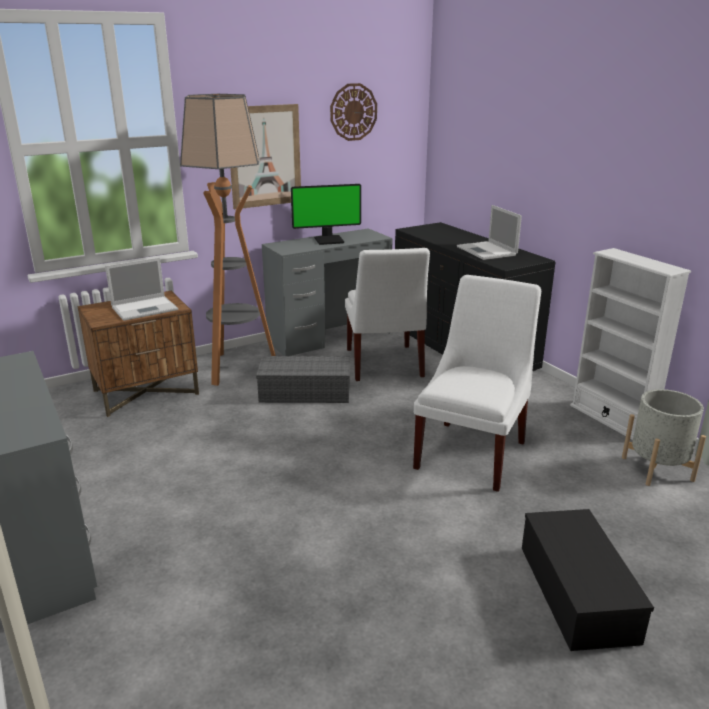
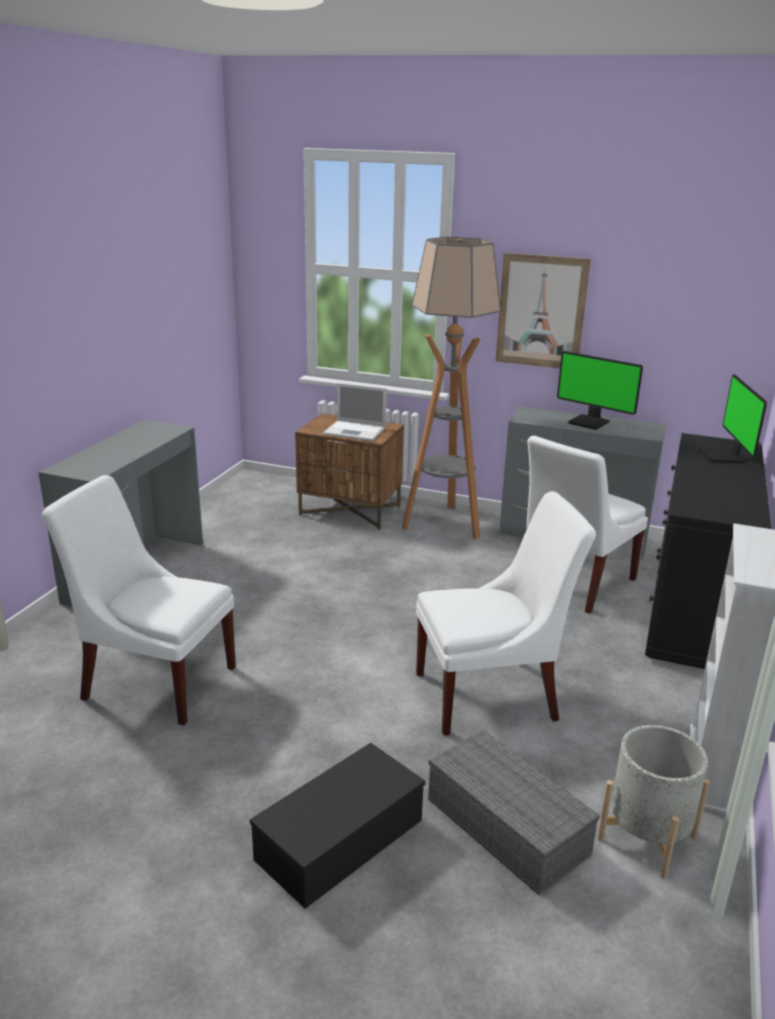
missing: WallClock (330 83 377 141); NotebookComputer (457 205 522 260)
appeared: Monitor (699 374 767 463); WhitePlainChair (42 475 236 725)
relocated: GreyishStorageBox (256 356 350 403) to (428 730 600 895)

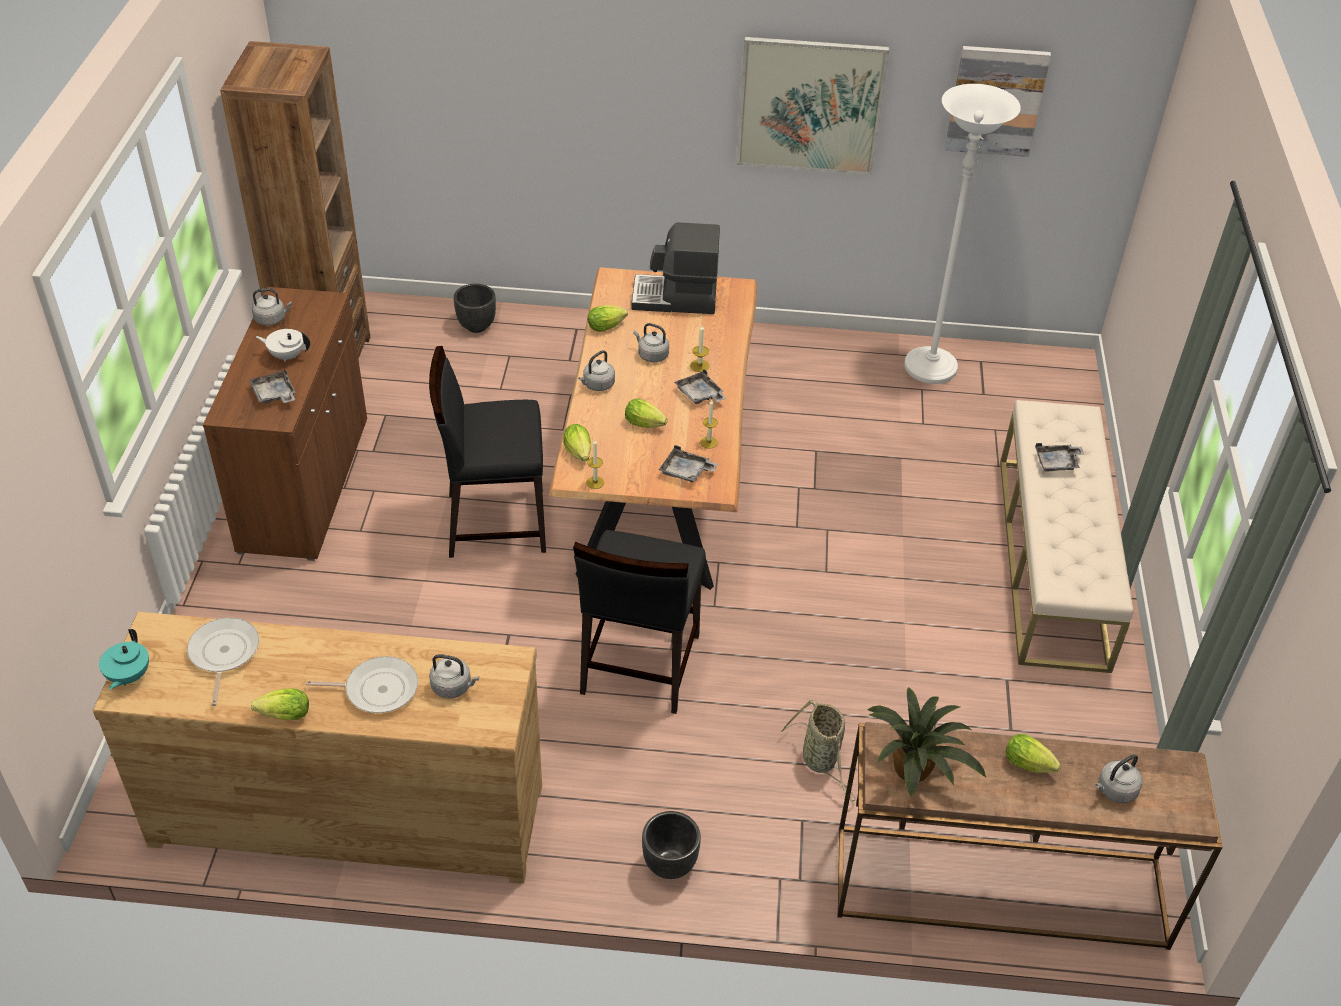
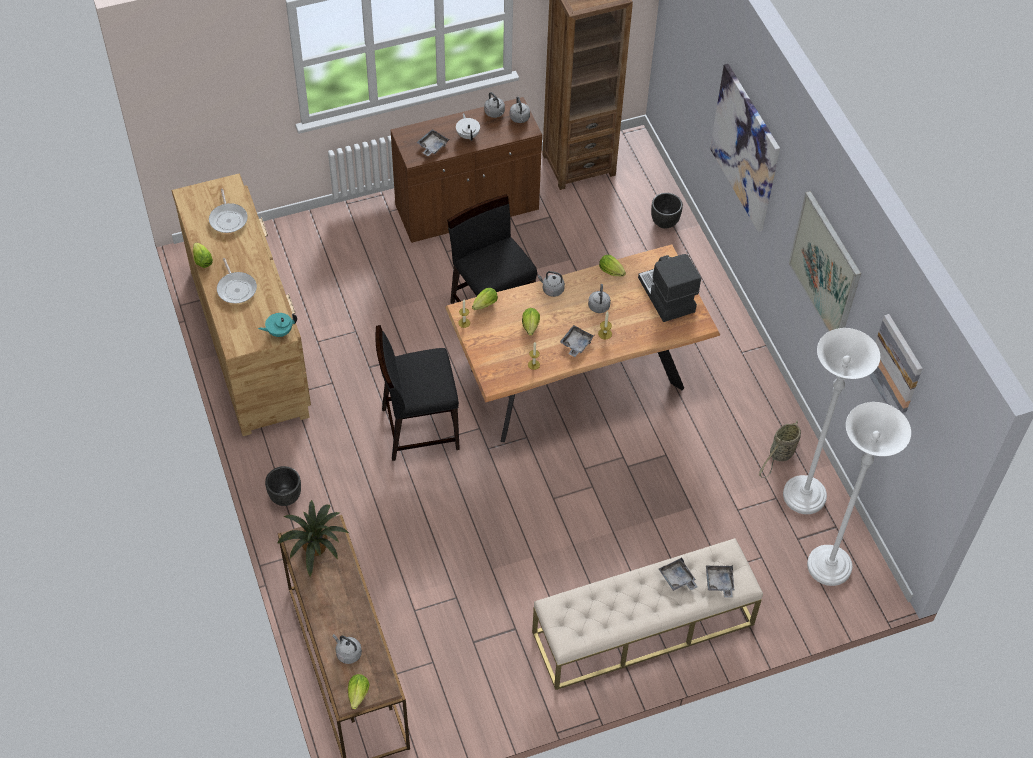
appeared: WallArt (710 64 780 232); WhiteStandardLamp (807 402 911 586)
relocated: GreyishTray (659 445 718 482) to (706 565 735 598); BlueGreenTeapot (99 629 149 690) to (258 313 297 337); GreyishWaterKettle (429 654 479 699) to (510 97 530 123); HouseholdBasket (780 700 856 802) to (759 420 801 478); Lettuce (1006 734 1061 773) to (348 674 370 709)
spun: FryingPan (187 617 259 706) = (209 189 248 233) 105 degrees clockwise

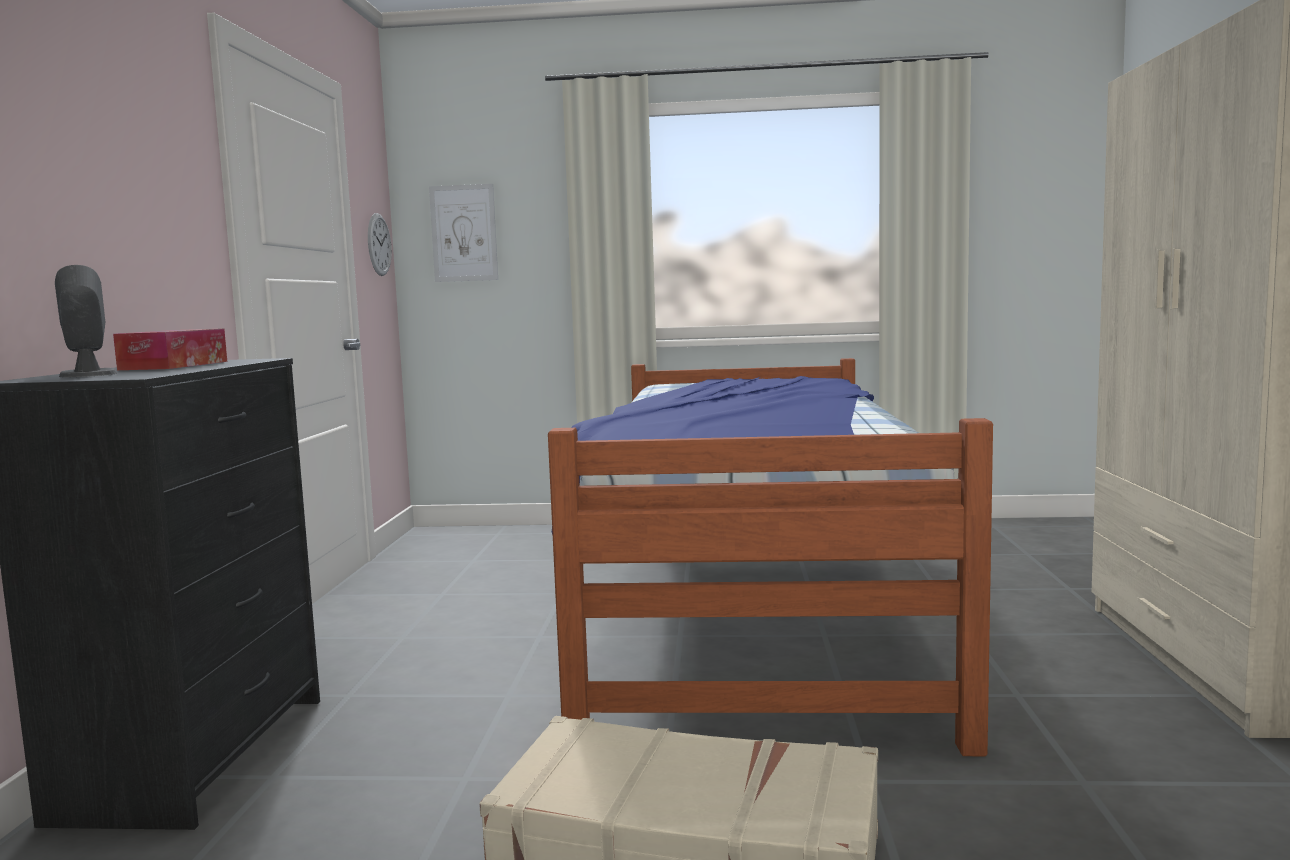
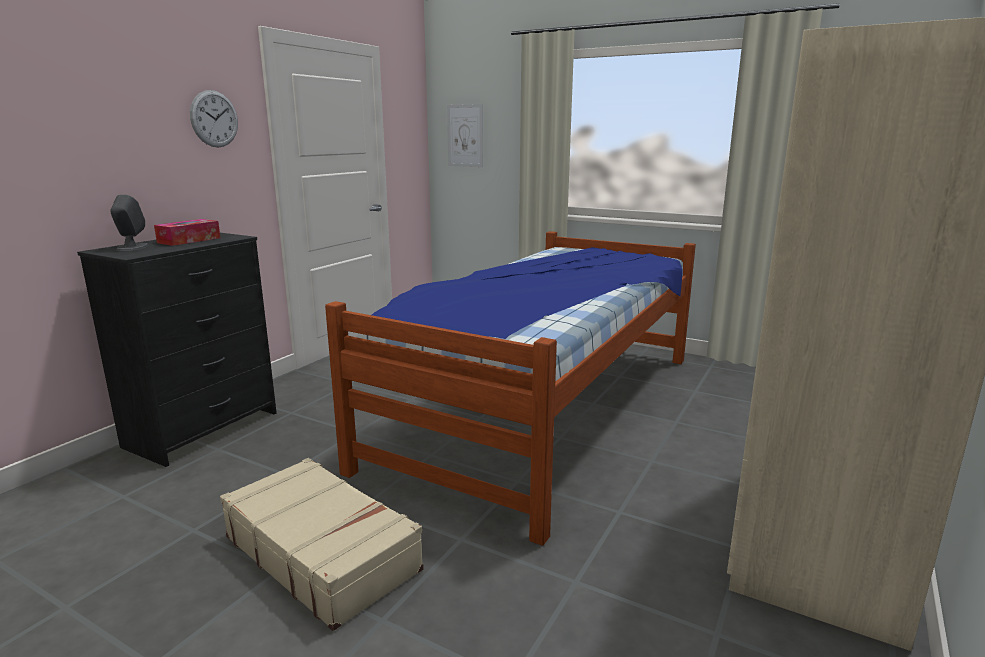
relocated: WallClock (368 213 392 276) to (190 90 238 148)

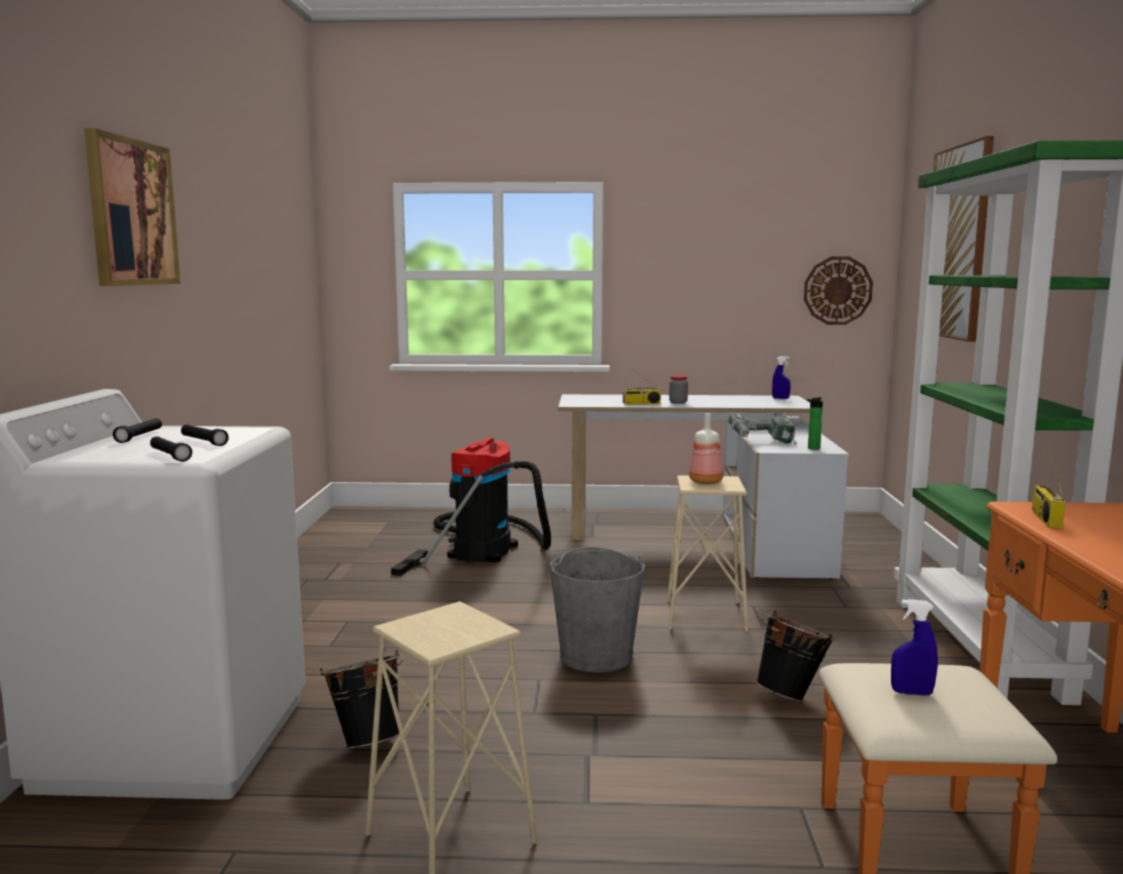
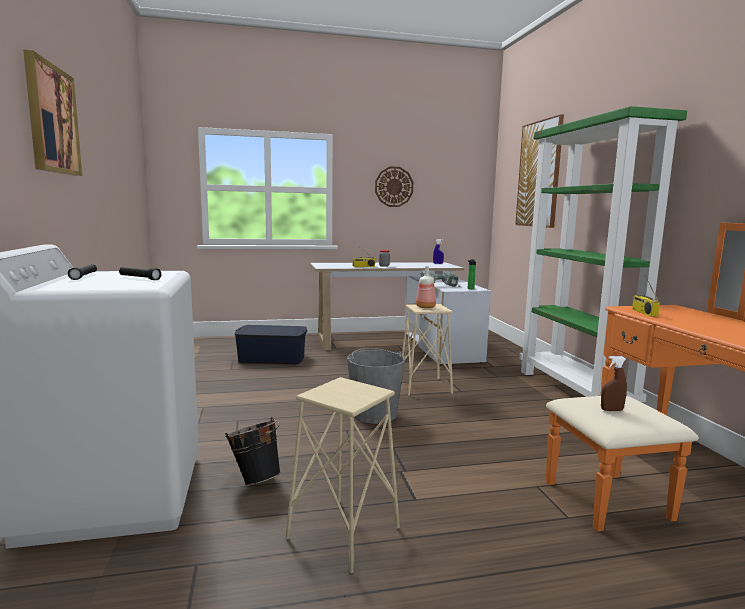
missing: BlackColouredFlashlight (150 436 192 462); BlackColouredPail (756 610 835 701)
relocated: WallClock (804 257 873 325) to (375 167 413 207)
exchanged: VacuumCleaner (391 438 551 576) to BluishStorageBox (235 325 307 364)
colour: BluishSprayBottle (891 599 938 696) to BrownColouredSprayBottle (601 356 627 411)

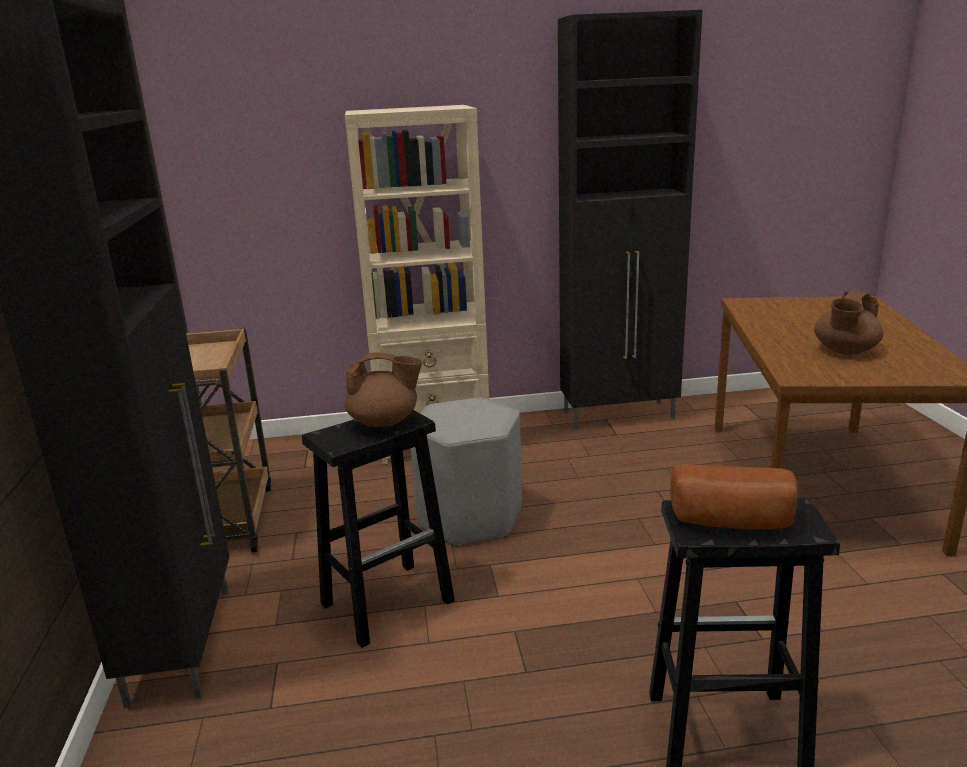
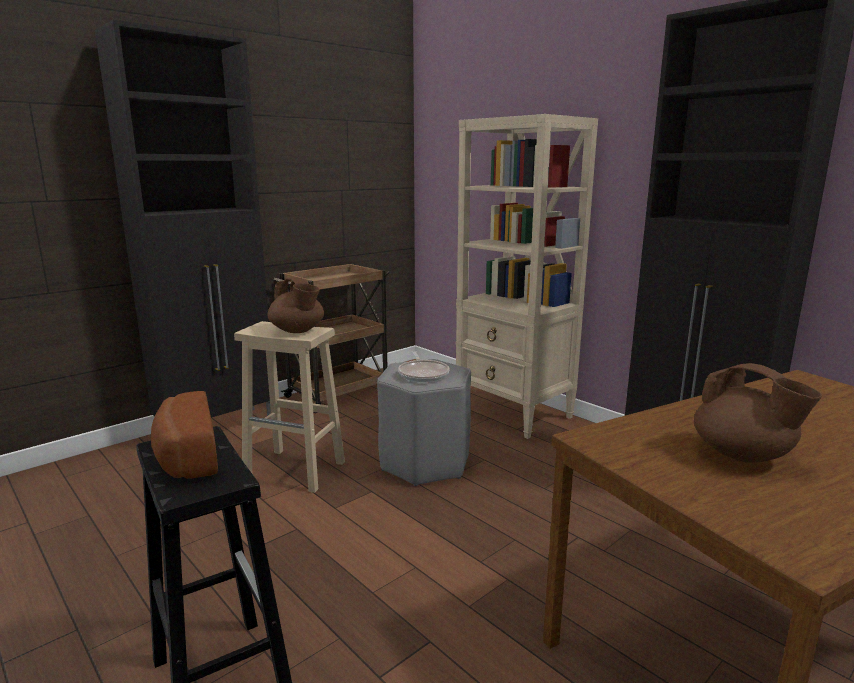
appeared: FryingPan (398 351 450 382)
colour: BlackColouredStoolSeat (302 410 455 648) to SandColouredStoolSeat (234 321 345 493)
spun: BrownColouredTeapot (814 291 883 355) = (694 363 822 463) 135 degrees counterclockwise

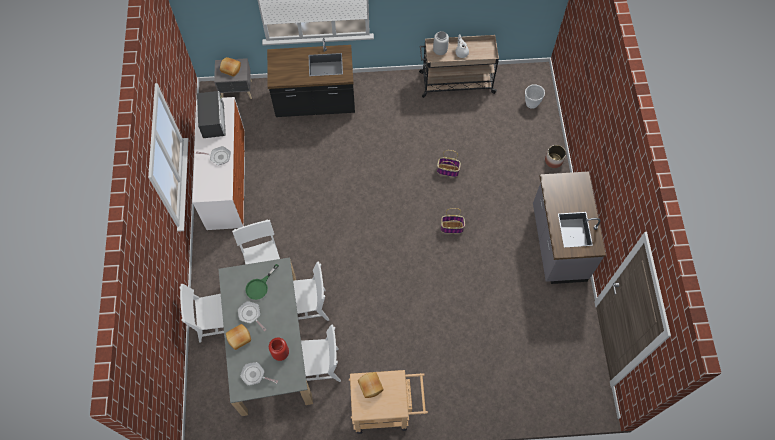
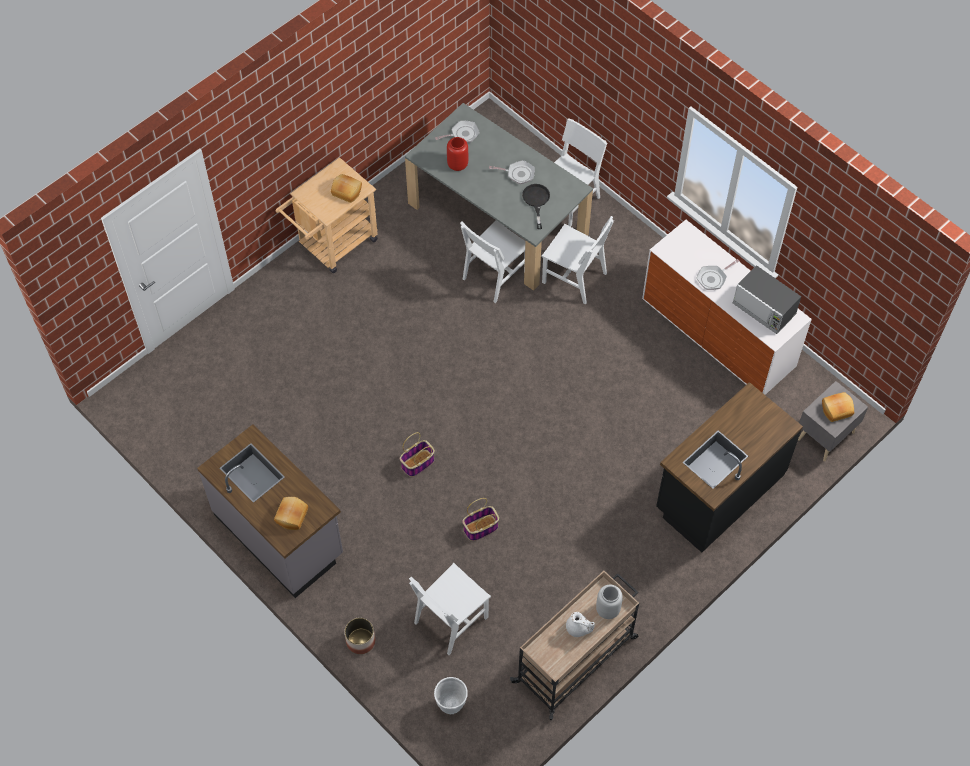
relocated: BakedBread (226 324 251 350) to (274 497 308 530); WhitePlainChair (301 325 341 382) to (409 563 491 655)
colour: GreenishFryingPan (245 264 279 300) to BlackColouredFryingPan (522 184 550 229)

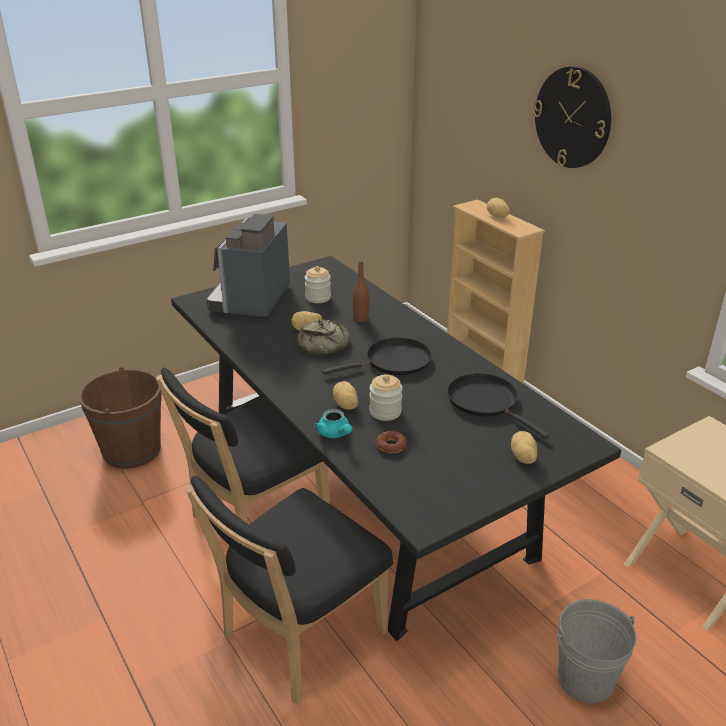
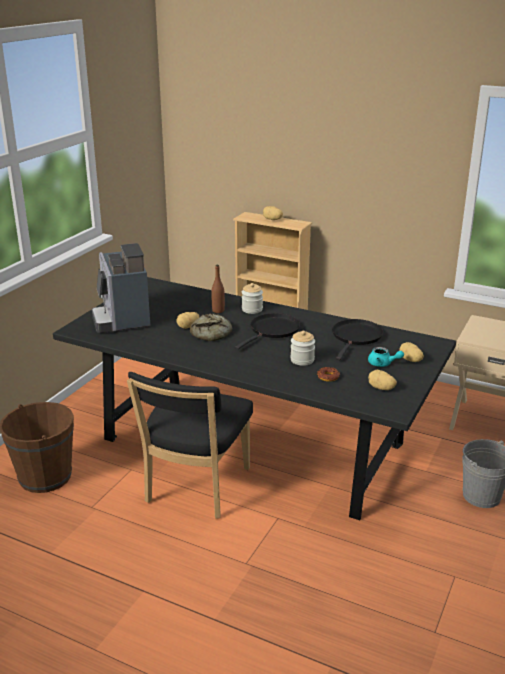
missing: WallClock (533 66 611 168); BlackColouredPlainChair (185 475 393 705)
relocated: Jar (305 266 331 303) to (242 283 263 314); Potato (333 381 358 410) to (368 370 397 390); BlueGreenTeapot (314 409 353 438) to (368 347 404 367)
spun: BlackColouredFryingPan (447 373 550 439) = (332 319 383 360) 90 degrees clockwise

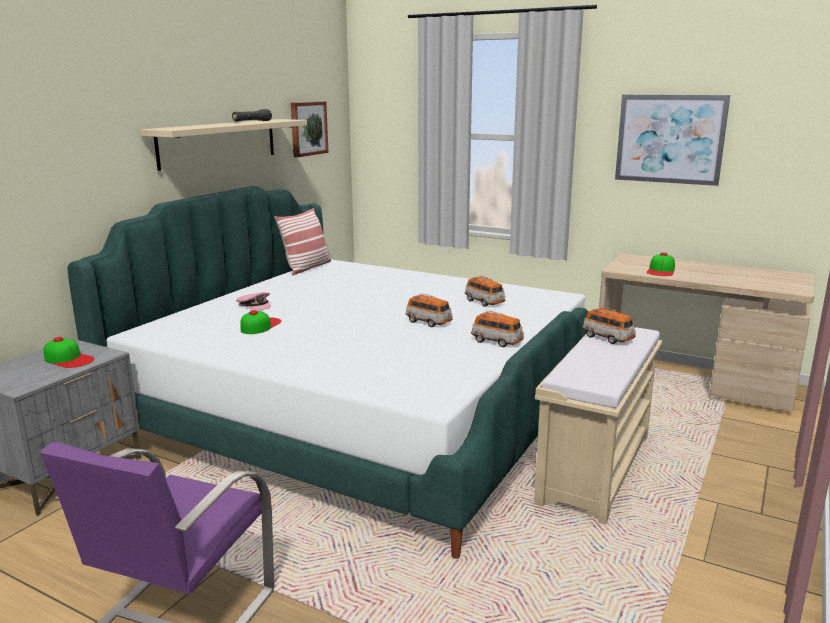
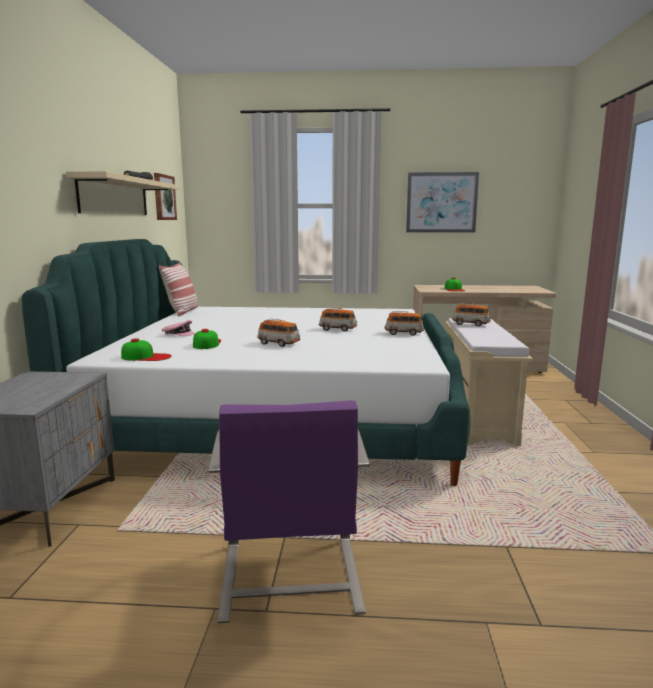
relocated: MiniatureCar (465 275 506 307) to (257 319 300 347); Cap (44 337 95 368) to (121 338 172 361)

